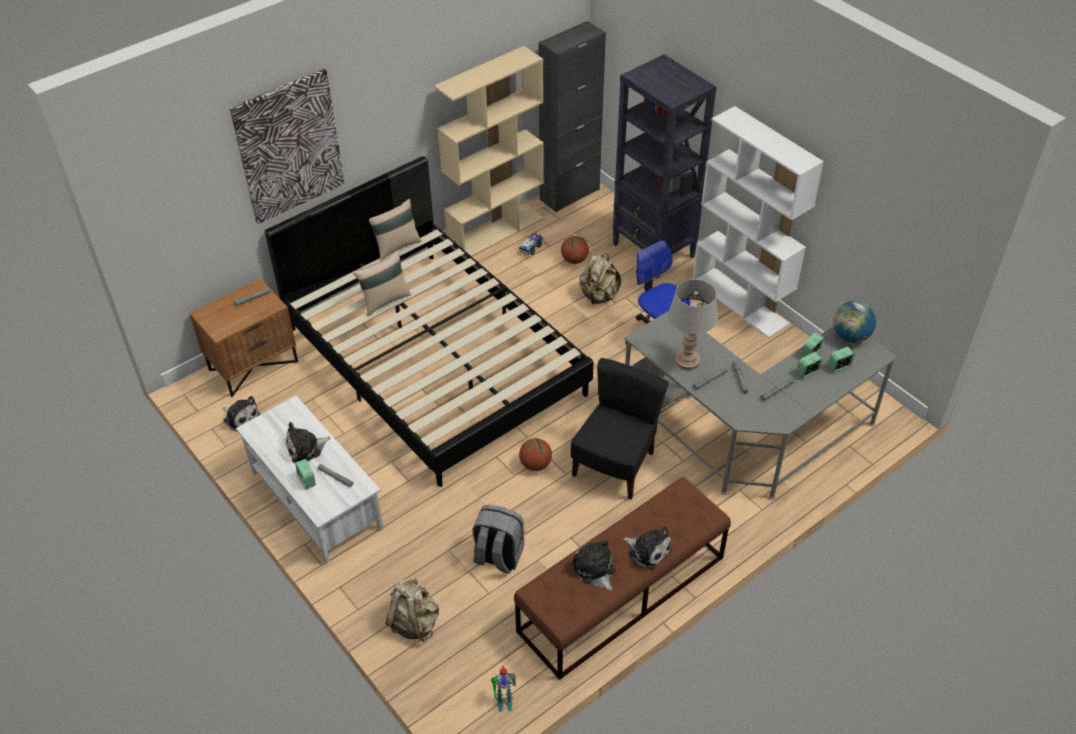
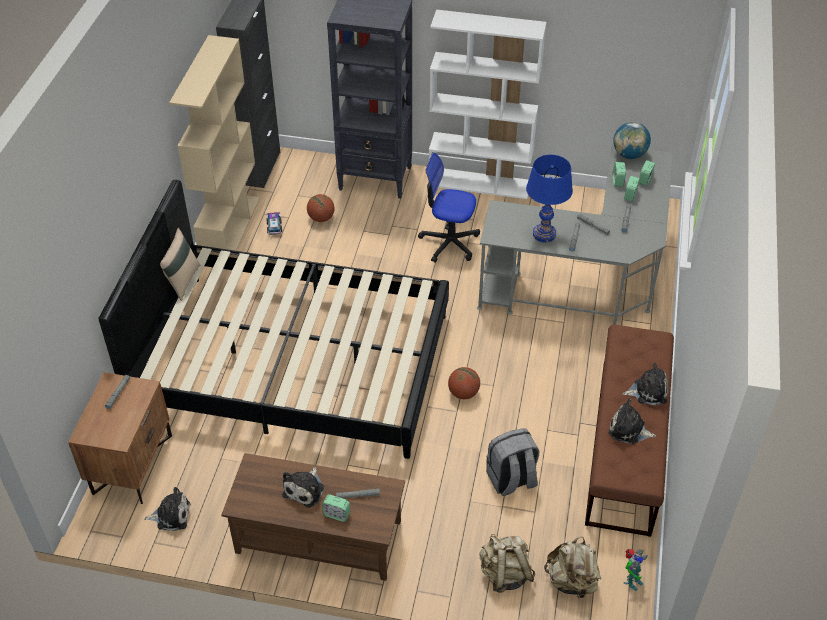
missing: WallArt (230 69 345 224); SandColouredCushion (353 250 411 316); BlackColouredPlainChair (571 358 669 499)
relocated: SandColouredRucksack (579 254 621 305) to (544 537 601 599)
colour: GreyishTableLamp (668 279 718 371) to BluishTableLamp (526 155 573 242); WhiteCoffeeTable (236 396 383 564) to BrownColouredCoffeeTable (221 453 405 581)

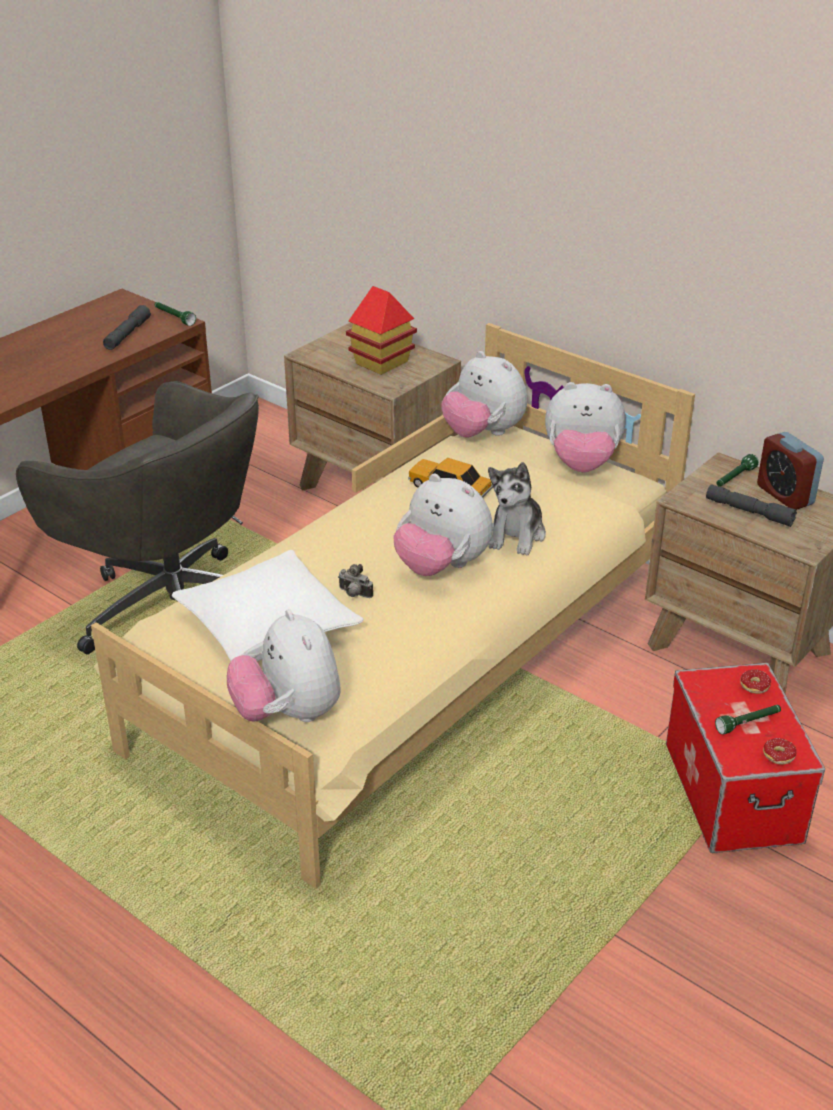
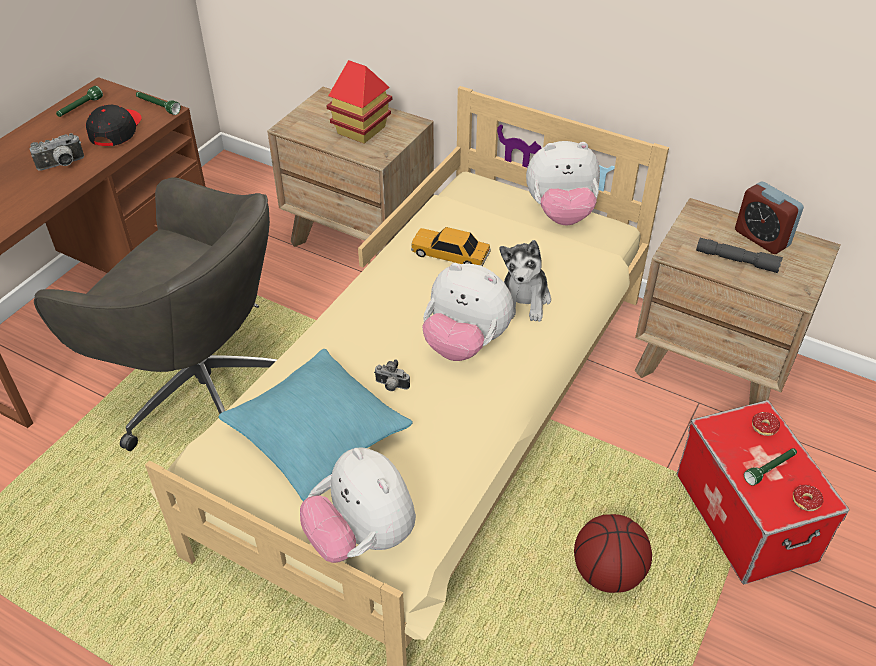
missing: PlushToy (441 351 527 438)
appeared: PhotoCamera (30 133 84 171); BallForBasketball (574 514 652 593)
relocated: GreenishFlashlight (716 454 759 487) to (56 86 103 117)
exchanged: GreyishFlashlight (103 305 151 350) to BlackColouredCap (86 105 142 146)
colour: WhiteCushion (172 550 364 661) to BlueGreenCushion (219 349 413 501)

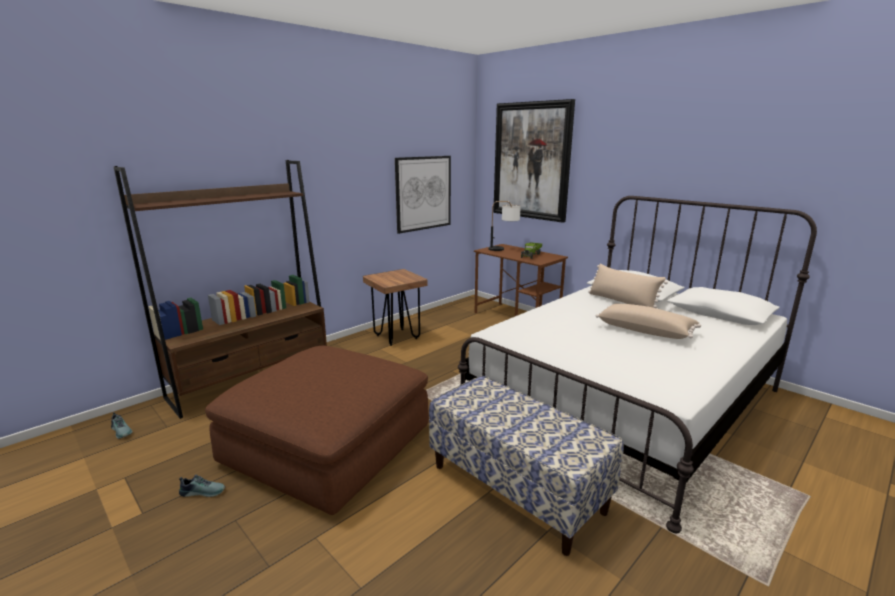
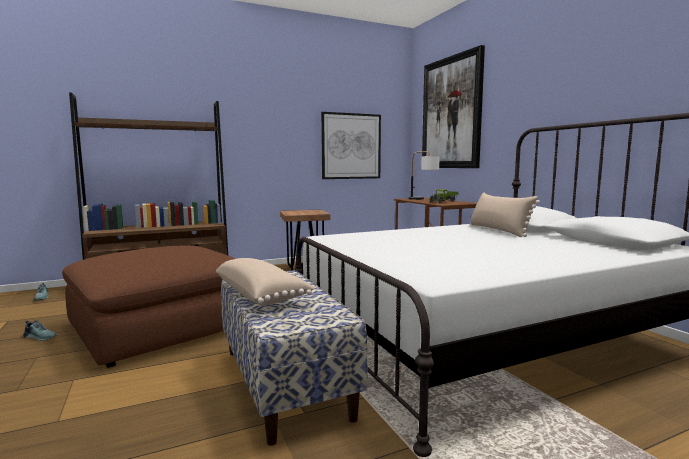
relocated: SandColouredCushion (595 304 701 339) to (216 258 315 305)

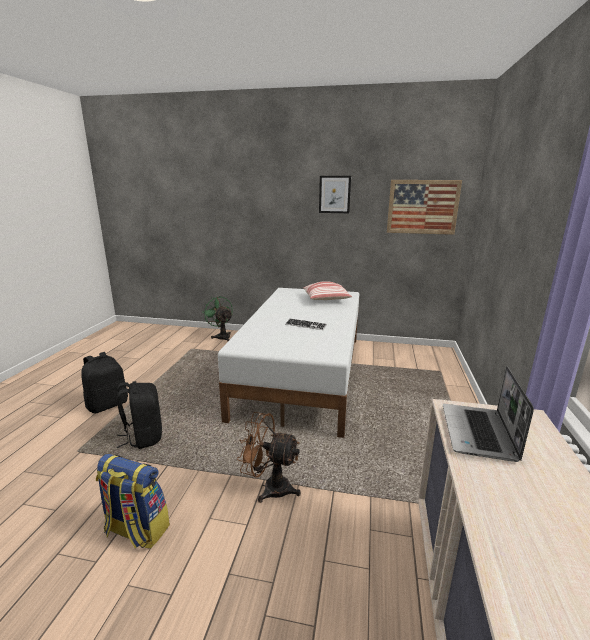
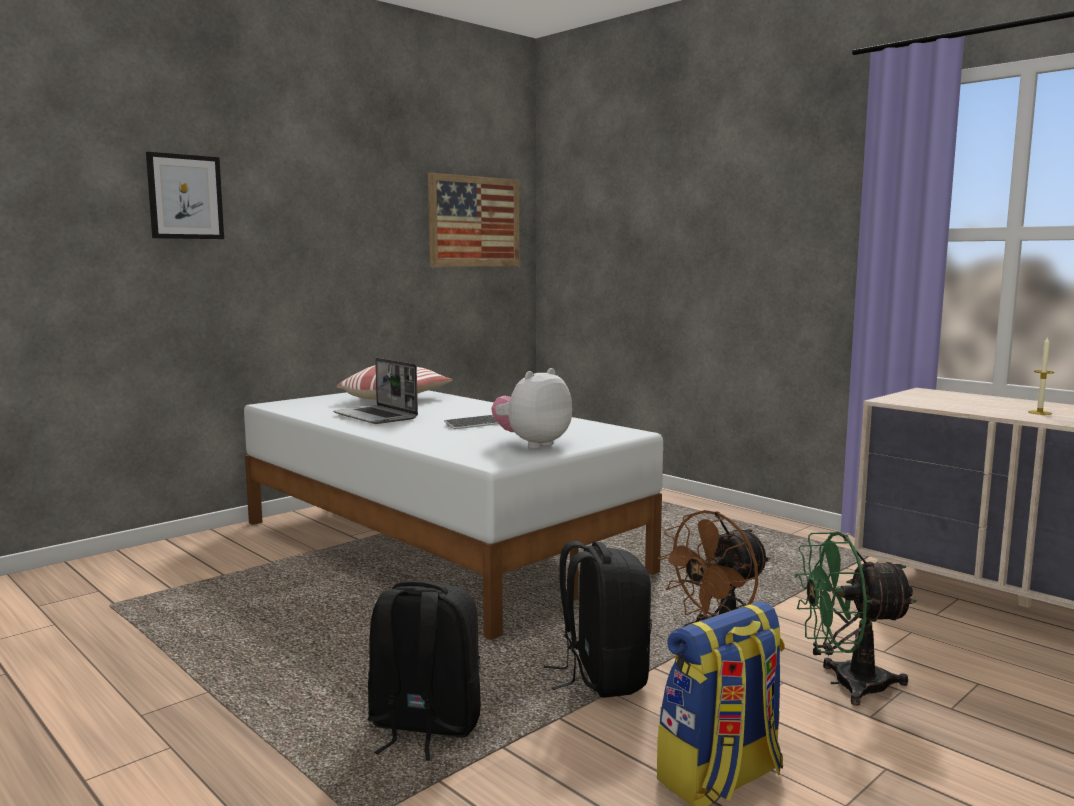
appeared: Candle (1028 336 1054 415); PlushToy (491 368 572 449)
relocated: WallArt (319 176 351 213) to (146 152 224 239); GreenishFan (202 296 233 341) to (794 532 916 706); BlackColouredRucksack (81 352 128 414) to (544 541 652 698); NotebookComputer (443 366 534 462) to (333 358 418 424)

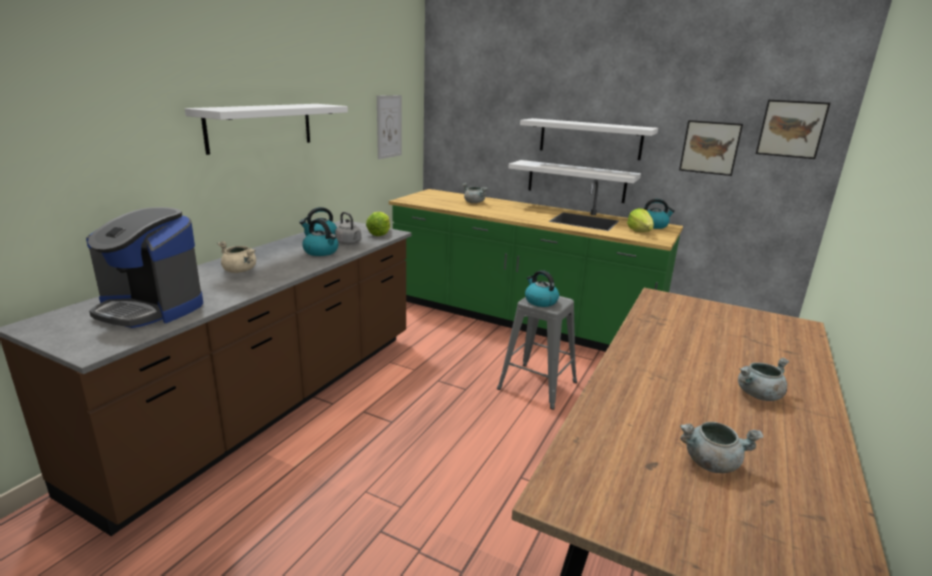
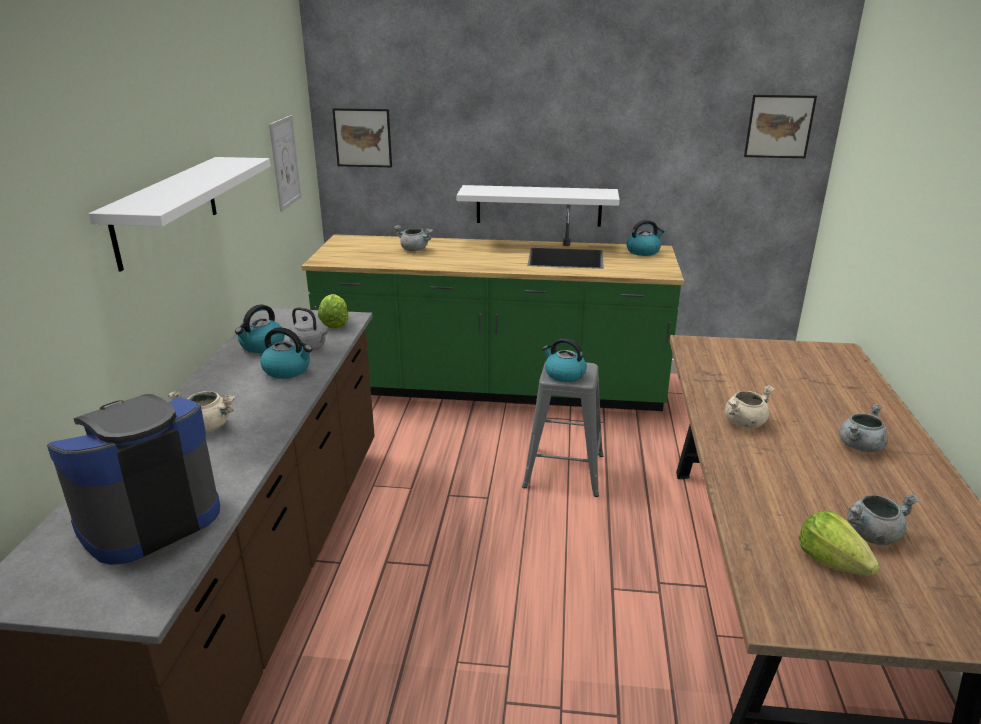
missing: WhiteWallShelf (520 118 658 160)
appeared: SandColouredCookingPot (725 385 774 429)
relocated: WallArt (679 120 743 176) to (332 108 392 167); Lettuce (627 208 654 232) to (799 511 880 576)
spun: CoffeeBrewer (86 207 203 328) = (47 394 220 565) 135 degrees clockwise

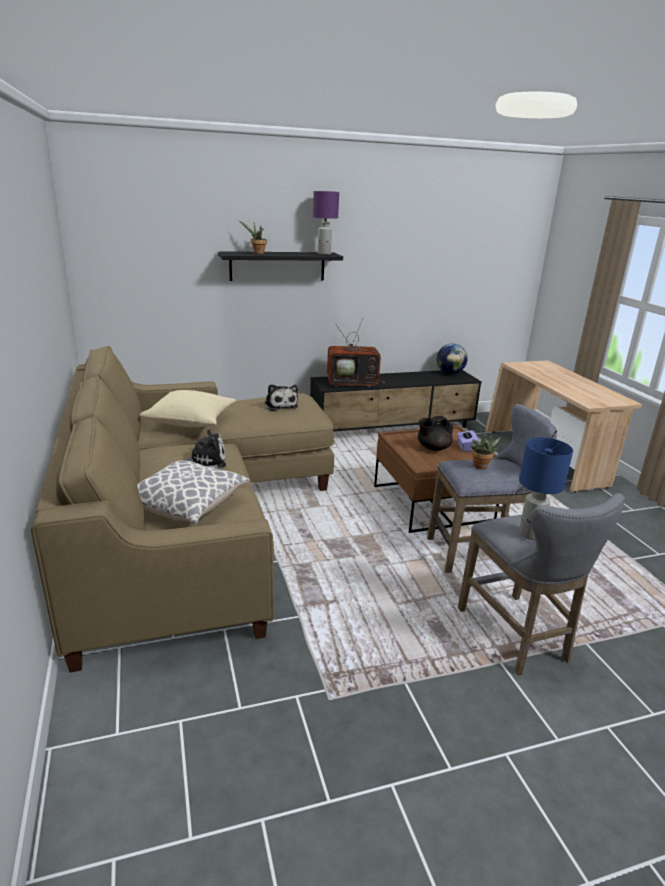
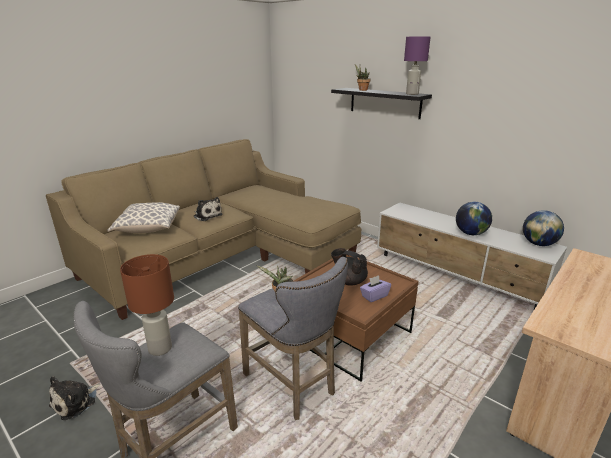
missing: Television (327 319 385 387); SandColouredCushion (140 390 236 427)
appeared: DeskGlobe (456 202 492 235)
relocated: PlushToy (264 384 298 411) to (49 376 100 420)
colour: BlackColouredMediaConsole (310 370 482 432) to WhiteMediaConsole (377 202 567 309); BluishTableLamp (519 437 573 540) to BrownColouredTableLamp (120 254 174 356)

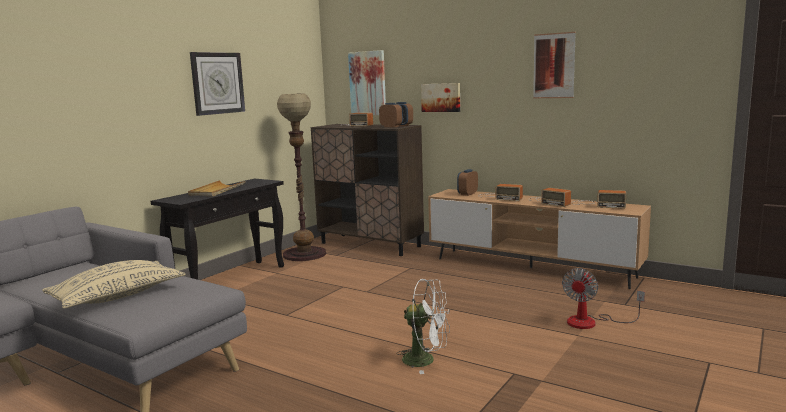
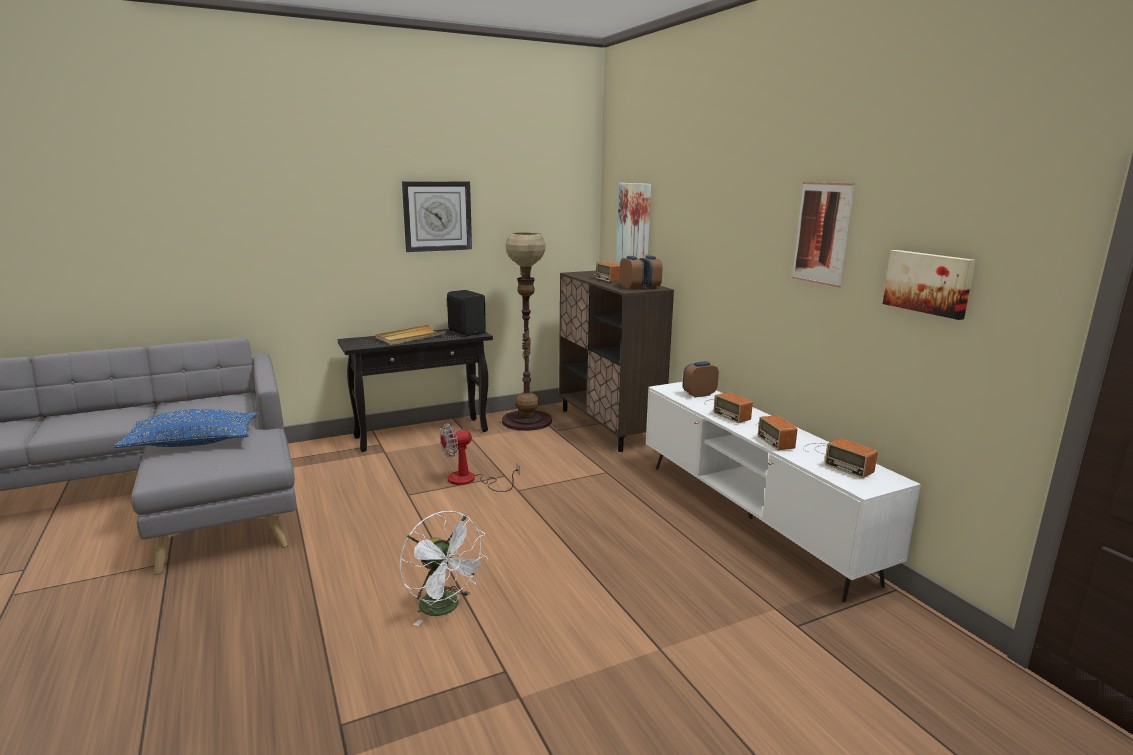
appeared: BlackColouredAudioSpeaker (447 290 486 336)
relocated: WallArt (421 83 460 112) to (883 250 975 320); Fan (562 268 645 329) to (440 424 520 492)
colour: BrownColouredMediaConsole (428 189 651 289) to WhiteMediaConsole (646 382 921 602); SandColouredCushion (42 260 186 309) to BluishCushion (114 409 258 448)

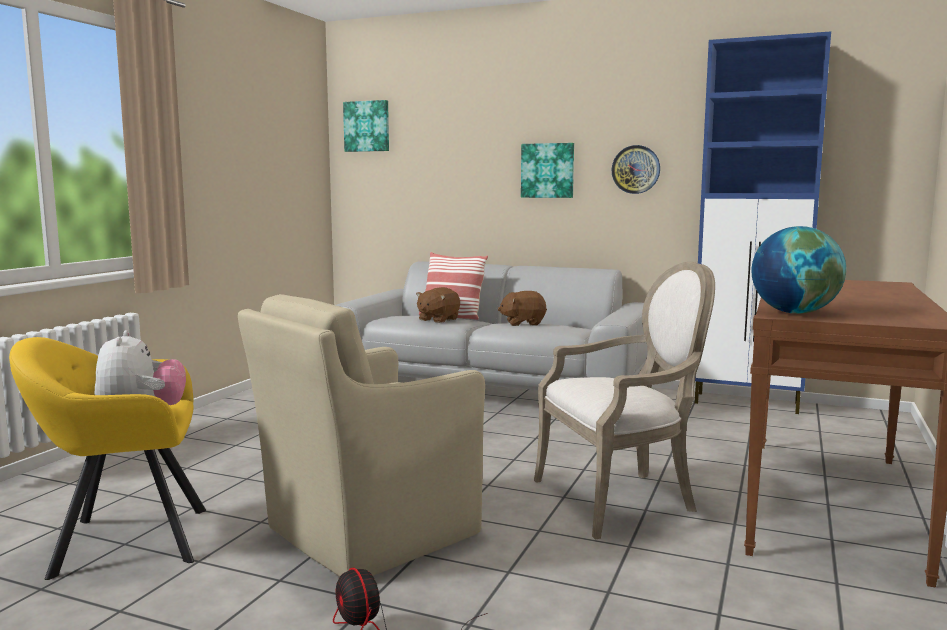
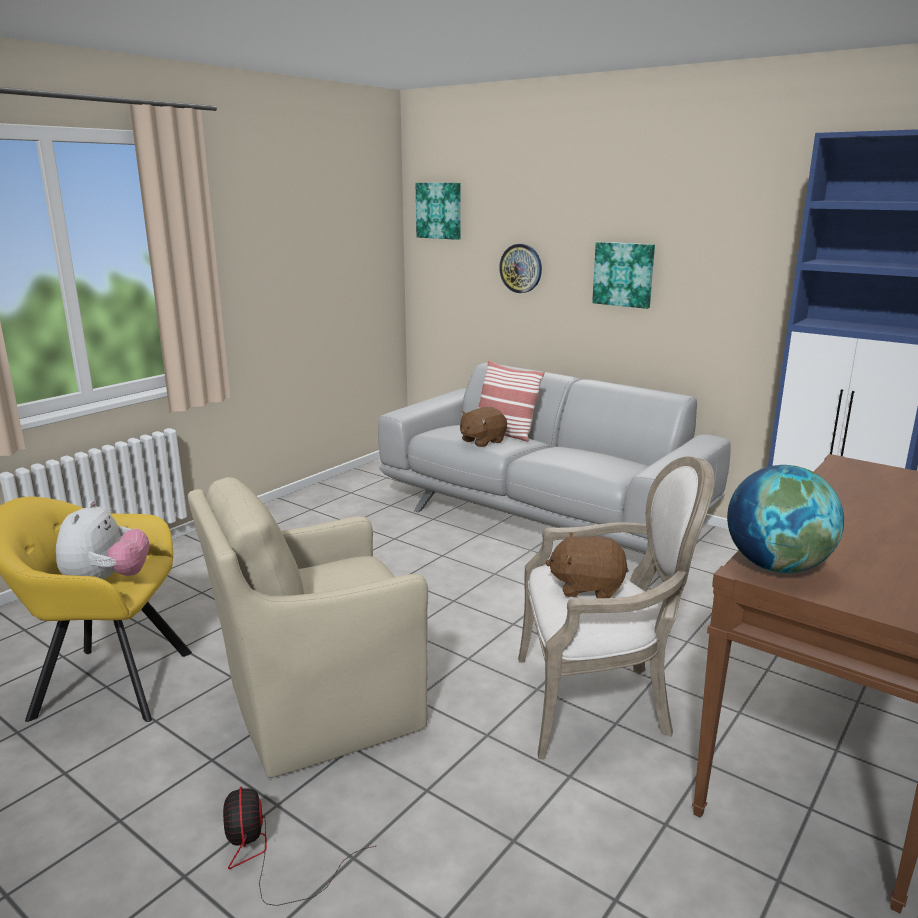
relocated: WallClock (612 145 660 194) to (499 244 542 293); BrownColouredPlushToy (498 291 547 326) to (546 532 629 598)

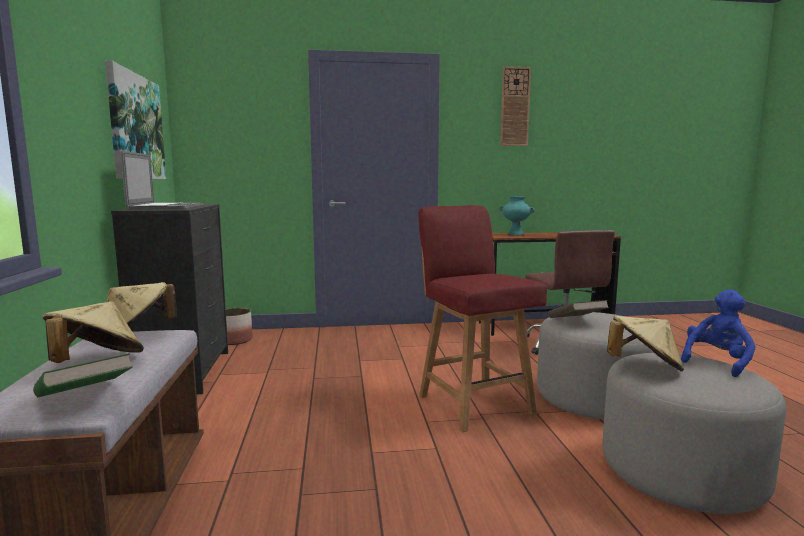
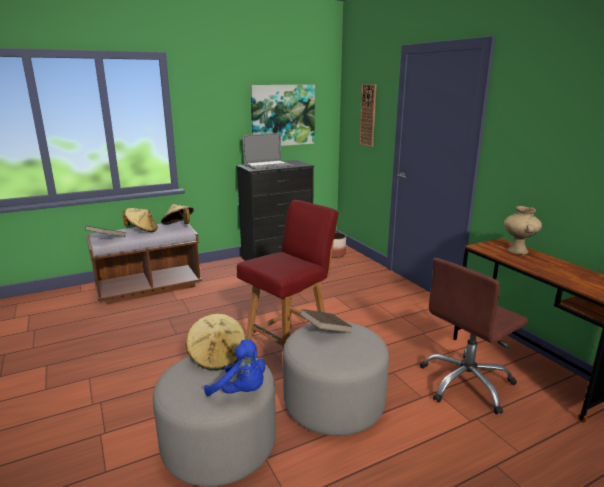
relocated: WallClock (500 66 531 146) to (359 84 376 147)
colour: BlueGreenVase (499 196 535 235) to SandColouredVase (504 206 542 254)

